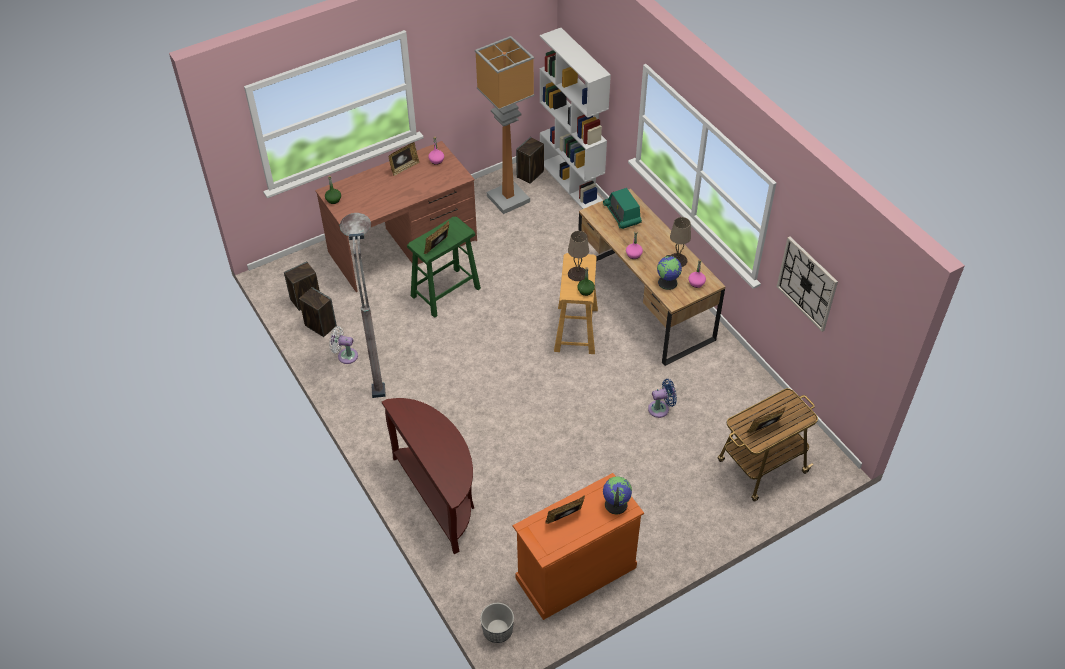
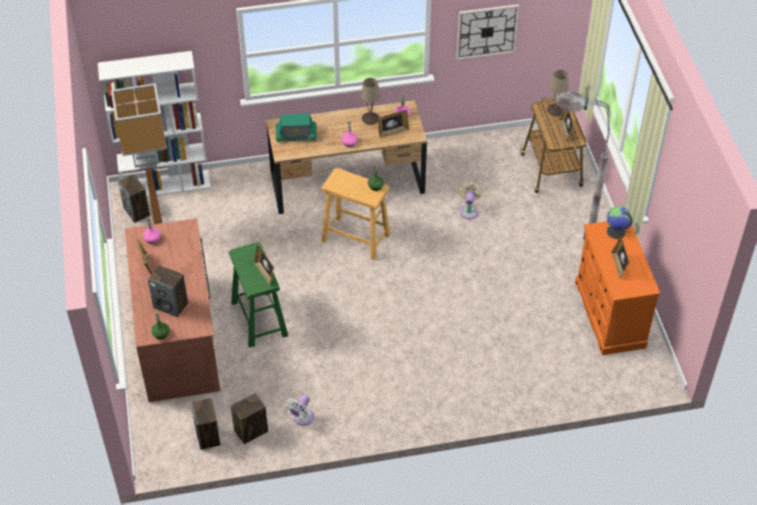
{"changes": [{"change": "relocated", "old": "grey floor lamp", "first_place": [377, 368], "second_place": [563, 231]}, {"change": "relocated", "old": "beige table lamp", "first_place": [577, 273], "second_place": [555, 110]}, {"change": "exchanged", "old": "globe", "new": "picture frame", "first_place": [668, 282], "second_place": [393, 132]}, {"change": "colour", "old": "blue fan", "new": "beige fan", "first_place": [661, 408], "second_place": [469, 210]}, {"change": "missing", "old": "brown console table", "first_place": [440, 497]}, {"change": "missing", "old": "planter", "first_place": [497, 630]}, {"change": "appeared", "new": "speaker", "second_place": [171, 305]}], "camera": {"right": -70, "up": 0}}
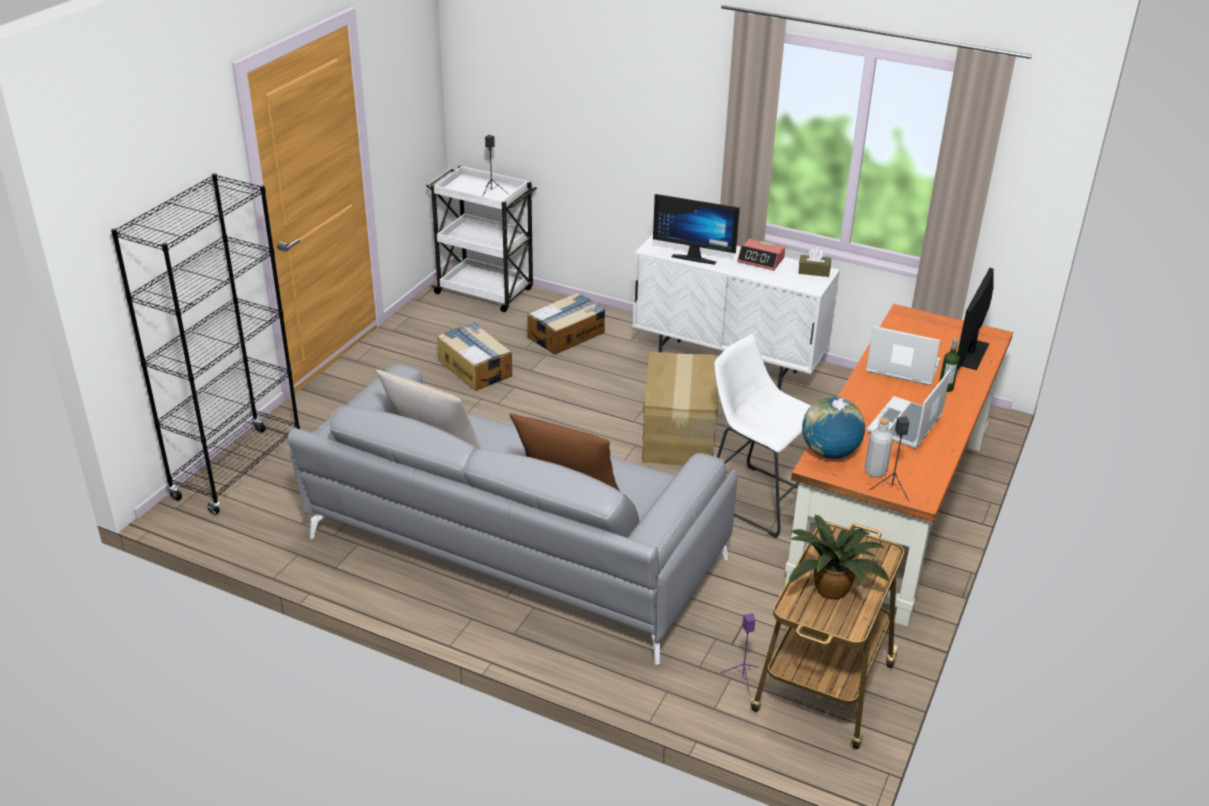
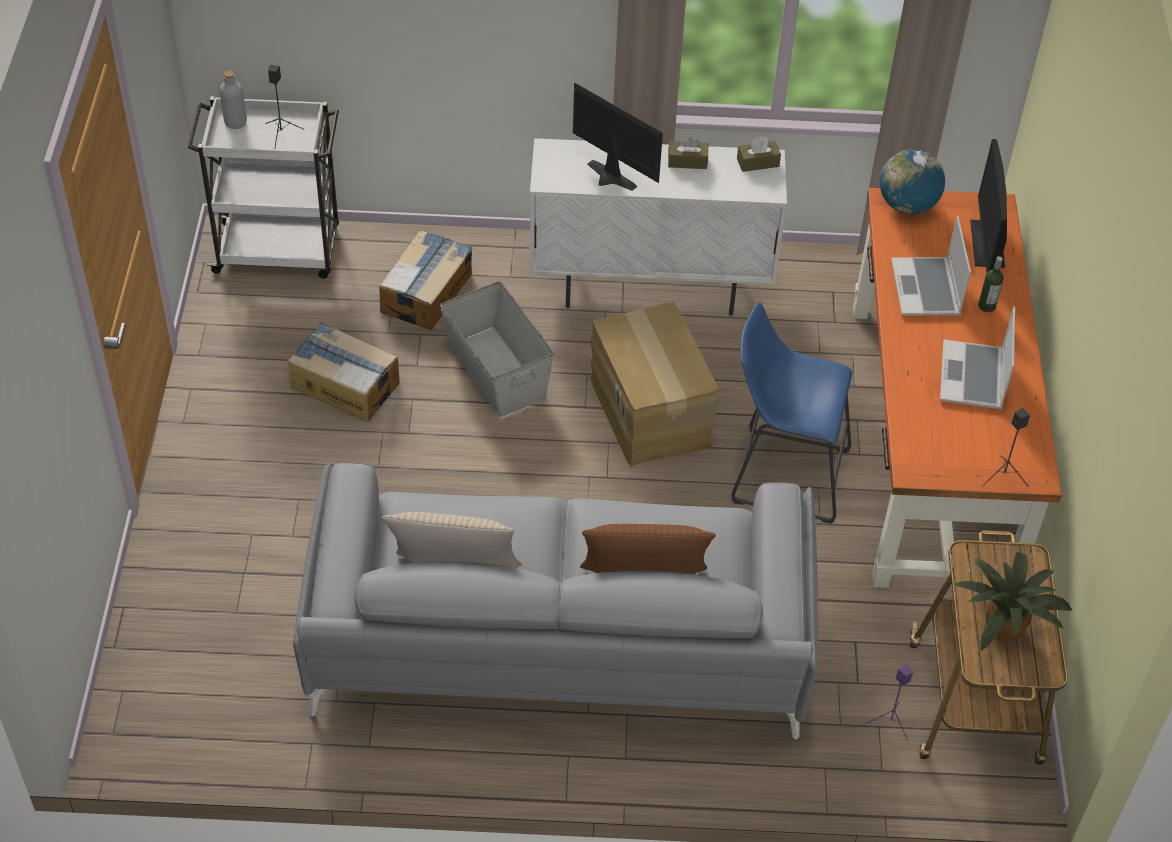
{"changes": [{"change": "missing", "old": "black bookcase", "first_place": [238, 470]}, {"change": "spun", "old": "monitor", "first_place": [695, 257], "second_place": [607, 179], "degrees": -135}, {"change": "exchanged", "old": "alarm clock", "new": "brown tissue box", "first_place": [761, 260], "second_place": [687, 161]}, {"change": "spun", "old": "laptop", "first_place": [901, 367], "second_place": [927, 289], "degrees": -90}, {"change": "colour", "old": "white stool", "new": "blue stool", "first_place": [756, 497], "second_place": [782, 473]}, {"change": "relocated", "old": "globe", "first_place": [829, 452], "second_place": [907, 205]}, {"change": "relocated", "old": "grey bottle", "first_place": [875, 471], "second_place": [235, 123]}, {"change": "appeared", "new": "grey storage box", "second_place": [497, 370]}], "camera": {"right": -25, "up": 15}}
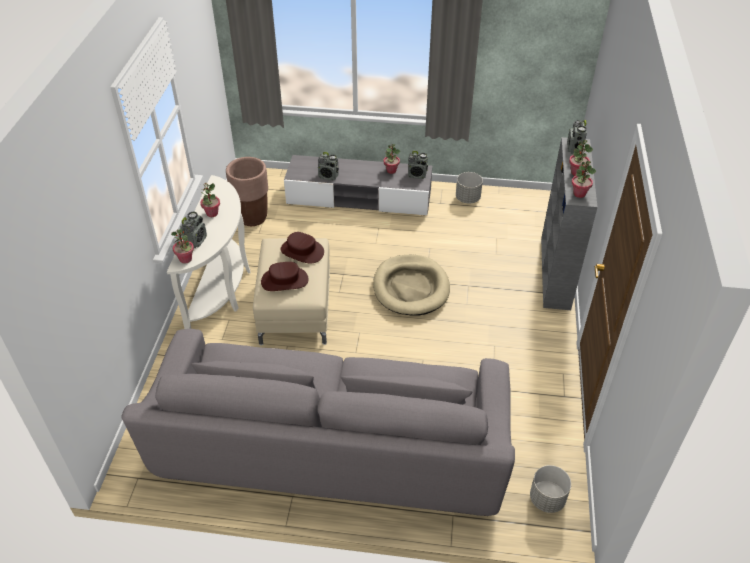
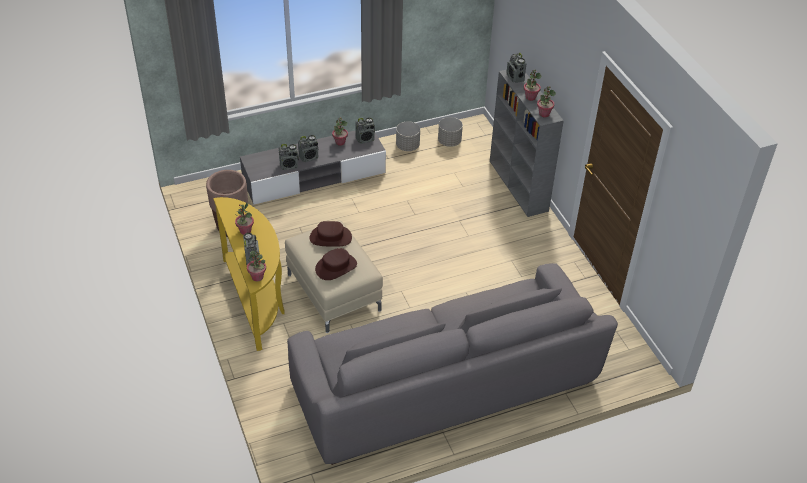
{"changes": [{"change": "colour", "old": "white console table", "new": "yellow console table", "first_place": [223, 289], "second_place": [257, 300]}, {"change": "missing", "old": "beige dog bed", "first_place": [411, 288]}, {"change": "relocated", "old": "grey planter", "first_place": [547, 499], "second_place": [449, 141]}, {"change": "appeared", "new": "radio", "second_place": [309, 157]}], "camera": {"right": -30, "up": 0}}
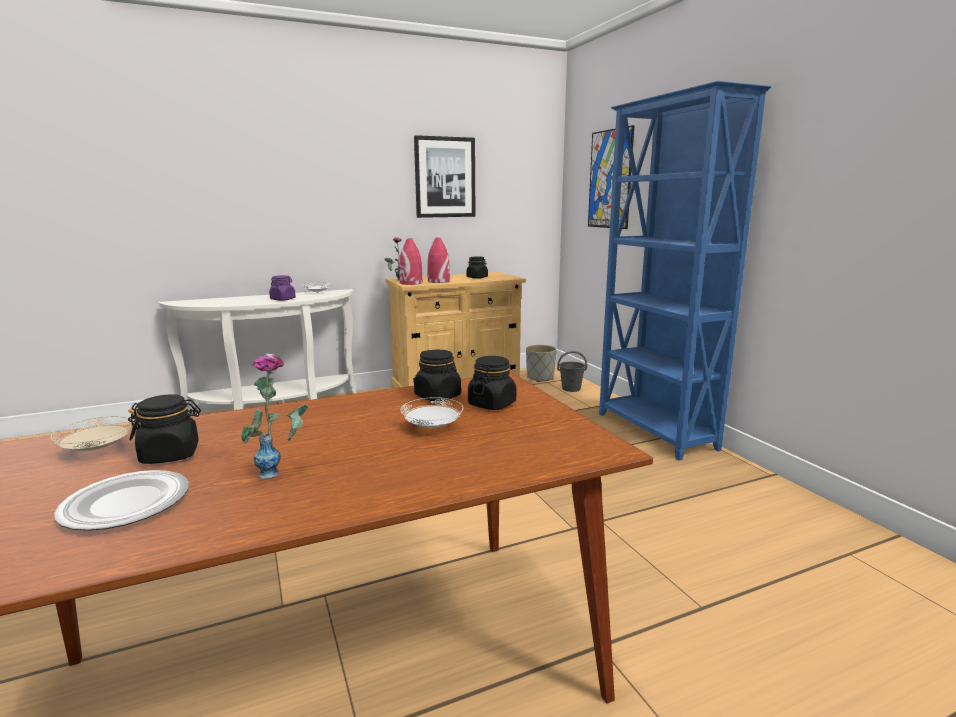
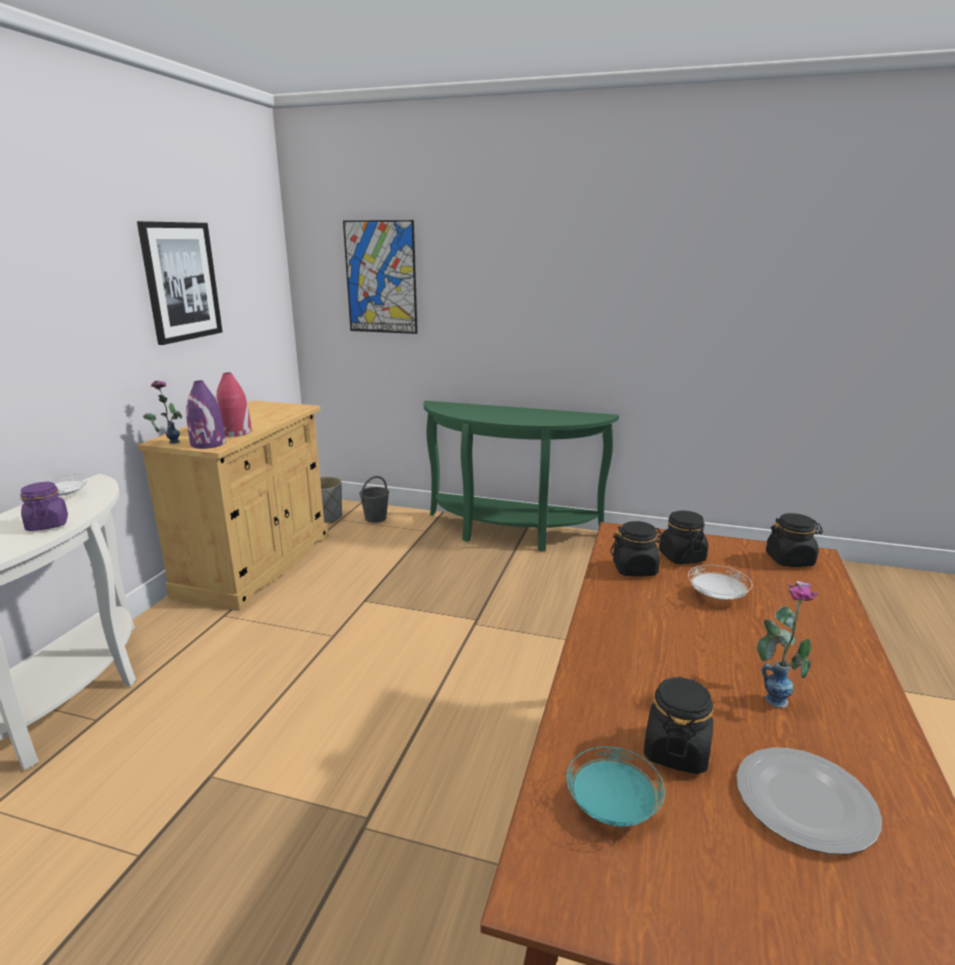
{"changes": [{"change": "exchanged", "old": "blue bookcase", "new": "green console table", "first_place": [655, 432], "second_place": [509, 533]}, {"change": "colour", "old": "red vase", "new": "purple vase", "first_place": [411, 283], "second_place": [208, 444]}, {"change": "relocated", "old": "black jar", "first_place": [477, 277], "second_place": [790, 560]}, {"change": "colour", "old": "beige plate", "new": "turquoise plate", "first_place": [97, 449], "second_place": [611, 806]}], "camera": {"right": -50, "up": 5}}
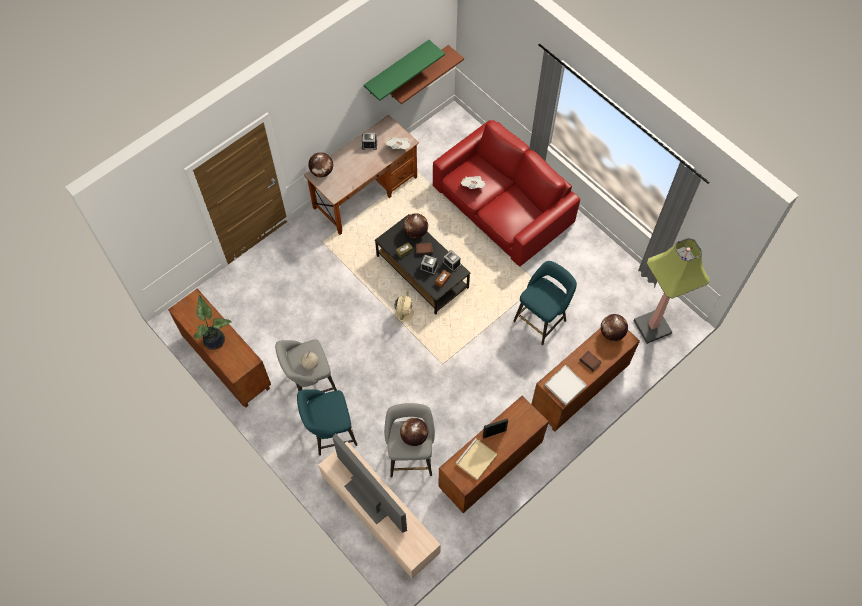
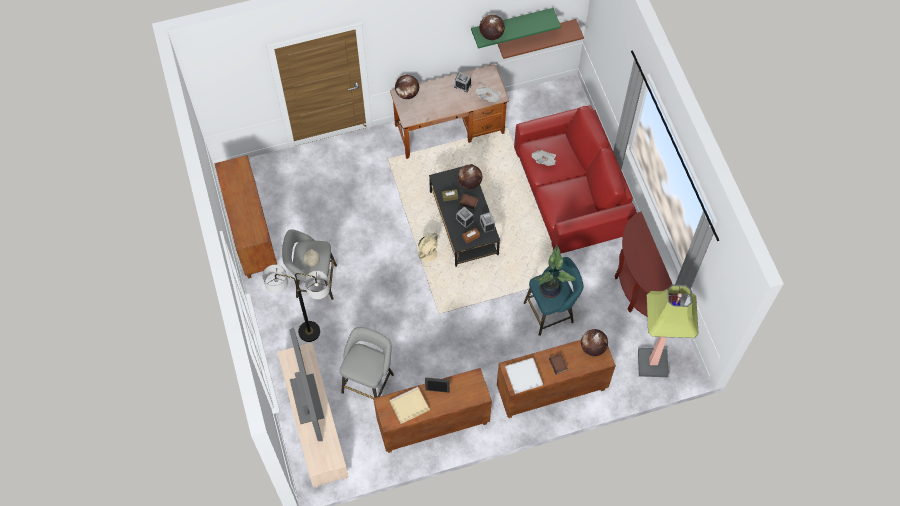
{"changes": [{"change": "relocated", "old": "potted plant", "first_place": [215, 339], "second_place": [551, 288]}, {"change": "exchanged", "old": "turquoise stool", "new": "floor lamp", "first_place": [330, 433], "second_place": [309, 331]}, {"change": "relocated", "old": "globe", "first_place": [414, 436], "second_place": [491, 35]}, {"change": "appeared", "new": "brown console table", "second_place": [637, 289]}], "camera": {"right": 25, "up": 0}}
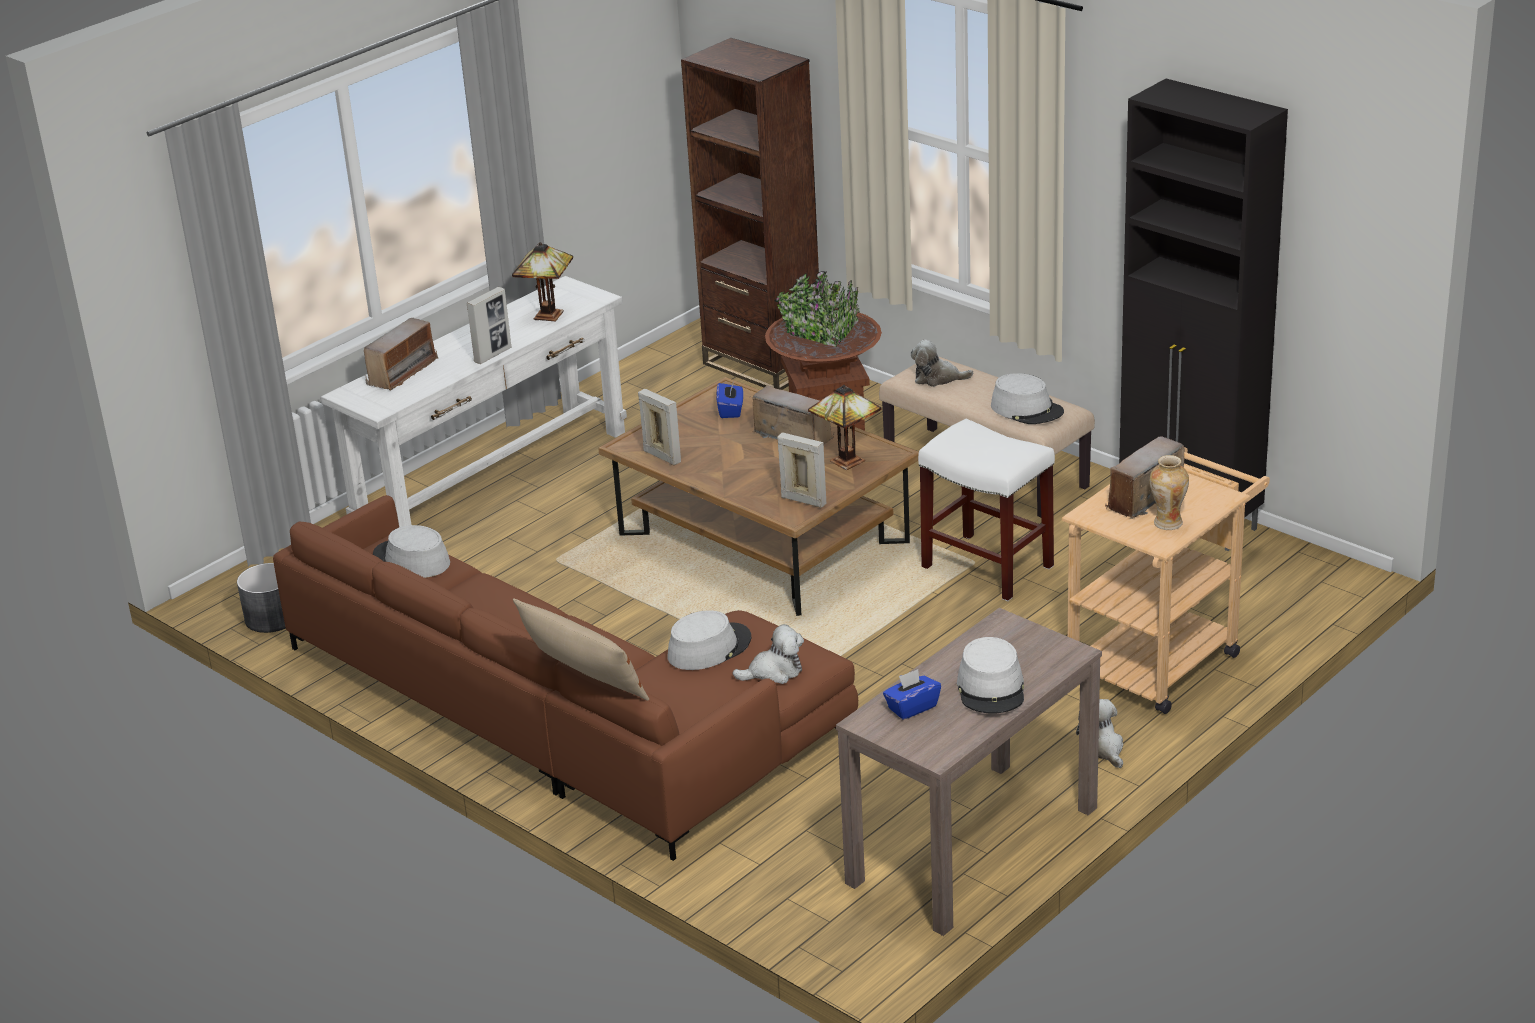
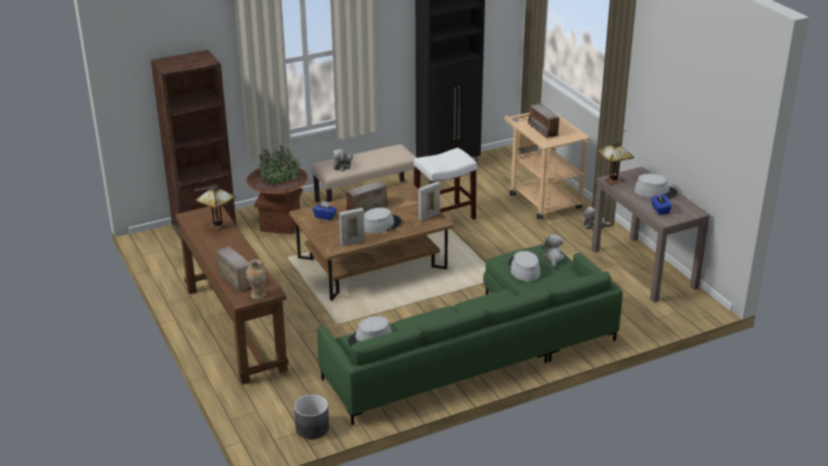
{"changes": [{"change": "colour", "old": "white console table", "new": "brown console table", "first_place": [493, 480], "second_place": [235, 328]}, {"change": "missing", "old": "picture frame", "first_place": [493, 355]}, {"change": "relocated", "old": "grey hat", "first_place": [1027, 409], "second_place": [381, 225]}, {"change": "relocated", "old": "table lamp", "first_place": [844, 461], "second_place": [612, 181]}, {"change": "relocated", "old": "vase", "first_place": [1167, 523], "second_place": [258, 295]}, {"change": "colour", "old": "brown sofa", "new": "green sofa", "first_place": [562, 714], "second_place": [480, 348]}, {"change": "missing", "old": "beige pillow", "first_place": [583, 679]}], "camera": {"right": -70, "up": 0}}
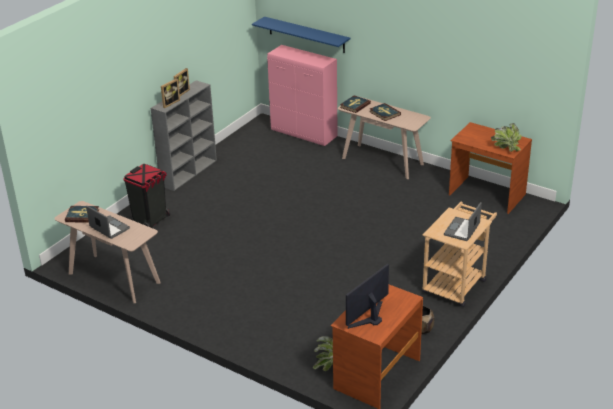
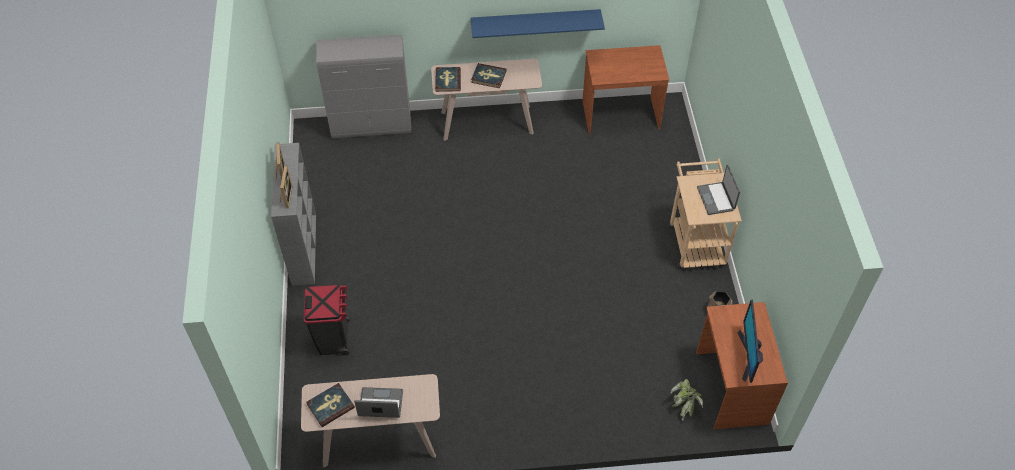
{"changes": [{"change": "relocated", "old": "blue shelf", "first_place": [306, 35], "second_place": [535, 21]}, {"change": "colour", "old": "pink cabinet", "new": "grey cabinet", "first_place": [304, 134], "second_place": [372, 126]}, {"change": "missing", "old": "potted plant", "first_place": [506, 148]}], "camera": {"right": -40, "up": 20}}
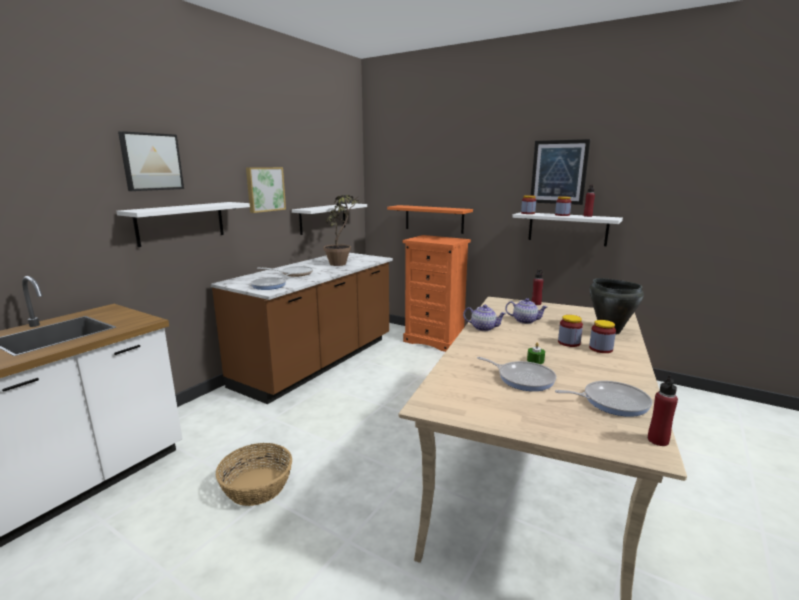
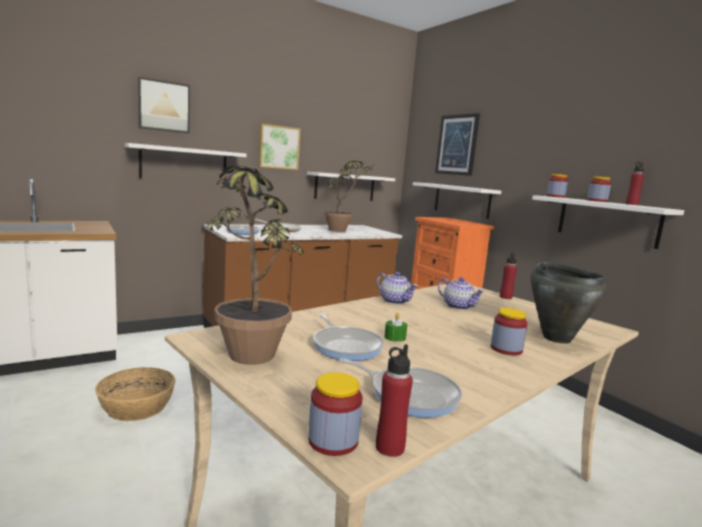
{"changes": [{"change": "relocated", "old": "picture", "first_place": [559, 172], "second_place": [457, 145]}, {"change": "colour", "old": "orange shelf", "new": "white shelf", "first_place": [434, 219], "second_place": [461, 200]}, {"change": "relocated", "old": "jar", "first_place": [569, 343], "second_place": [333, 440]}, {"change": "appeared", "new": "potted plant", "second_place": [246, 349]}], "camera": {"right": 25, "up": -5}}
